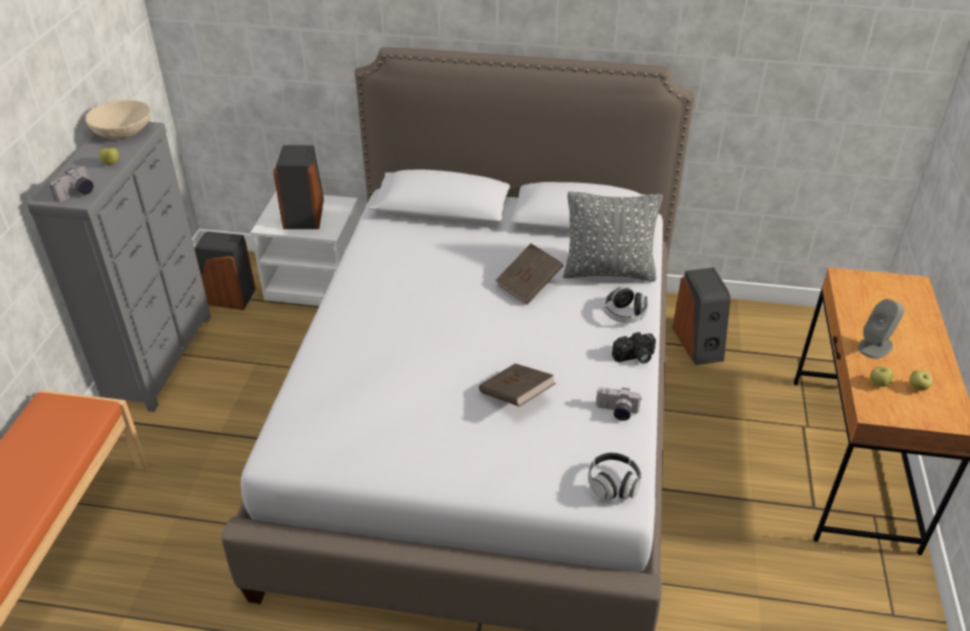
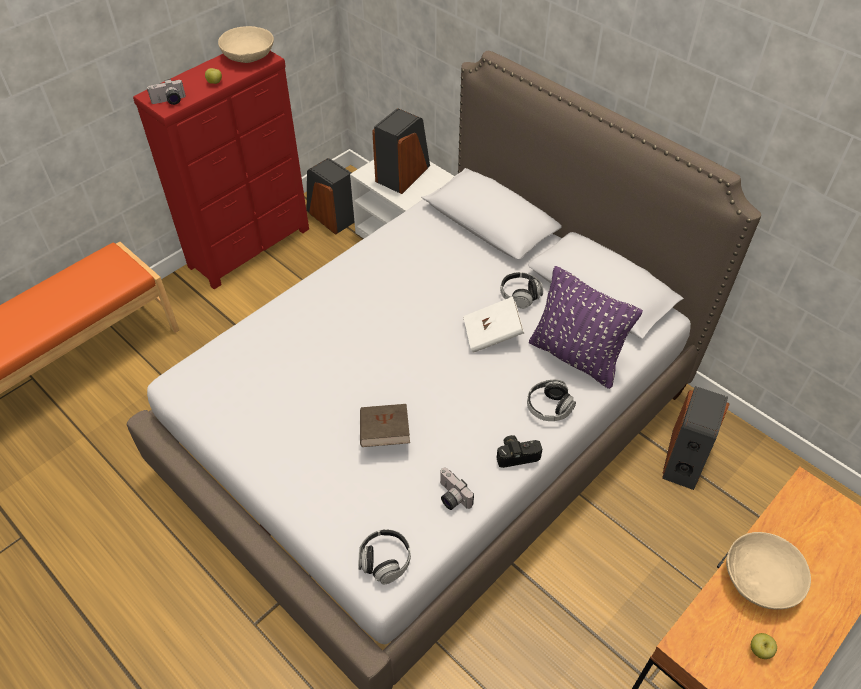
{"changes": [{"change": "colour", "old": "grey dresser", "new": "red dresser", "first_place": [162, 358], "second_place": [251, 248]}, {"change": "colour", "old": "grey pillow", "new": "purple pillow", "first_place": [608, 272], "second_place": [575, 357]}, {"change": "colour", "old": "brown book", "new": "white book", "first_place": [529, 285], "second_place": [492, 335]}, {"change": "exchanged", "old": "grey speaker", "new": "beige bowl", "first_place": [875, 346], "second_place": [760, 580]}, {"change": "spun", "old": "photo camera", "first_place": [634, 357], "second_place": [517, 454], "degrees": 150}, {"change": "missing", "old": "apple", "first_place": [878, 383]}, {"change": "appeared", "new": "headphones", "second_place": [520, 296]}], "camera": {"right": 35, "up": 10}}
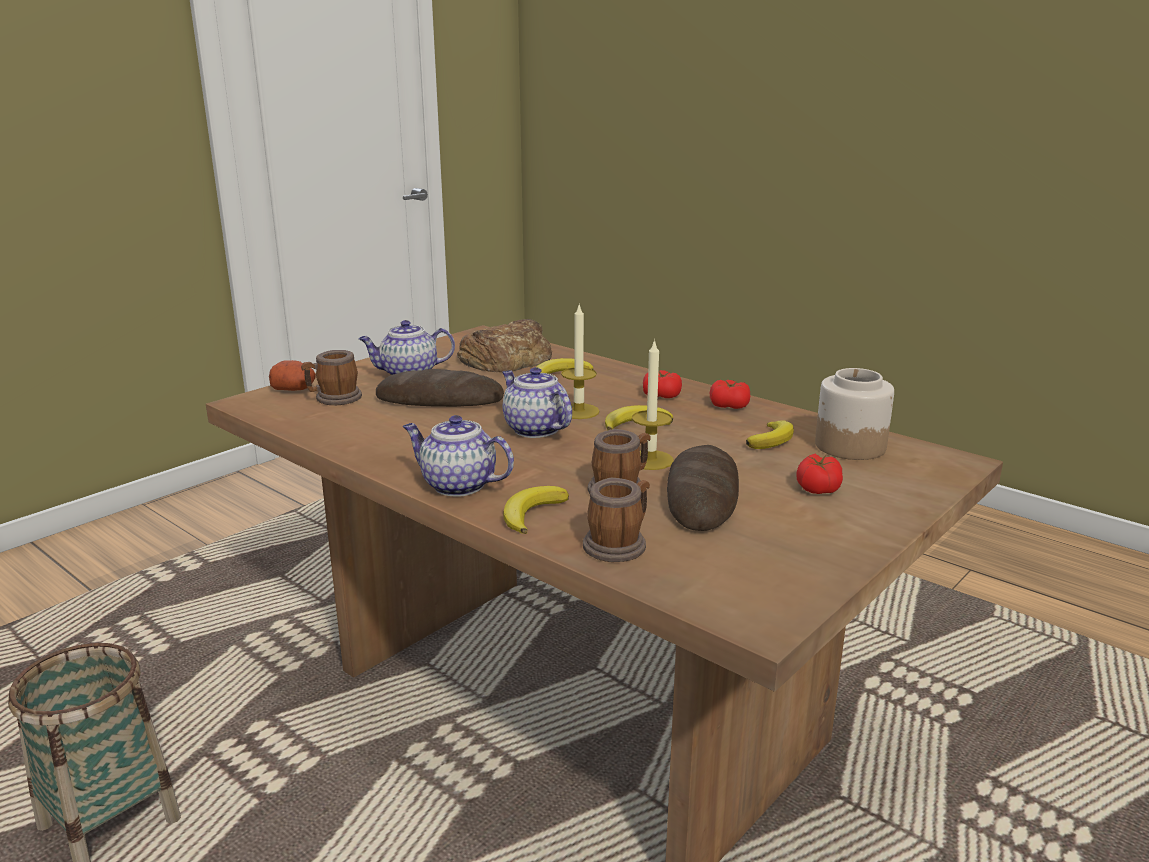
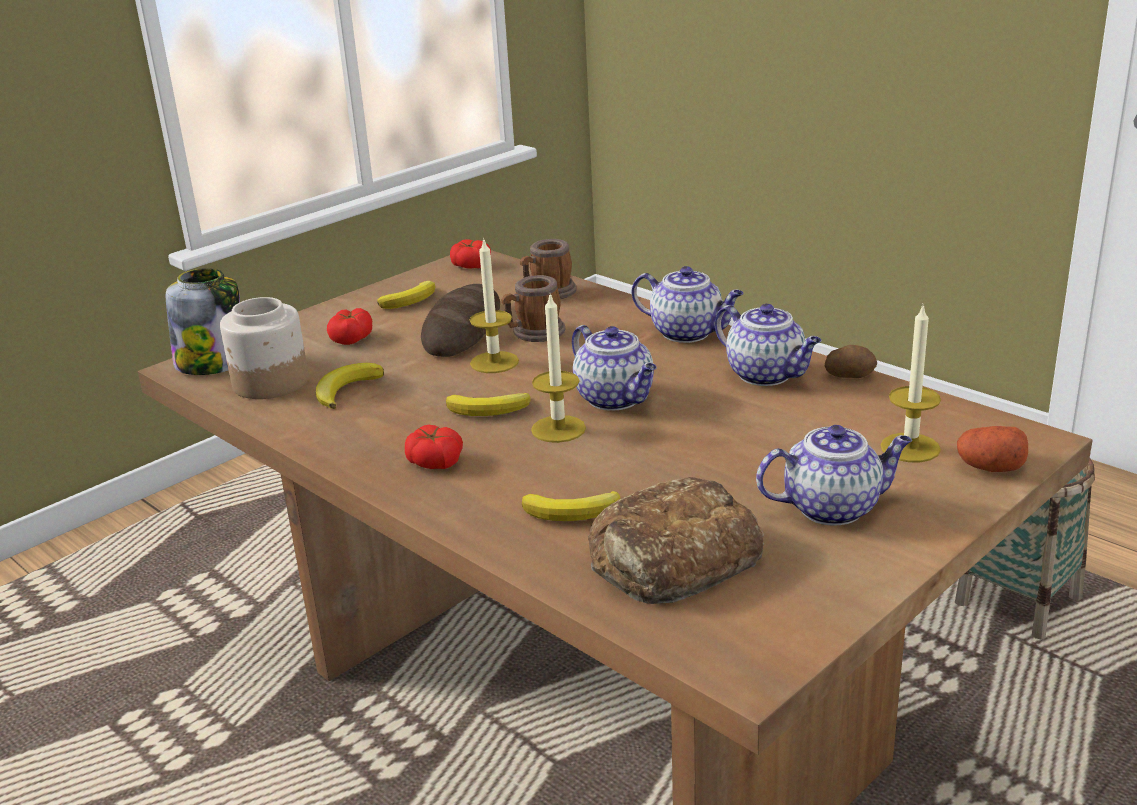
{"changes": [{"change": "exchanged", "old": "mug", "new": "candle", "first_place": [333, 399], "second_place": [910, 448]}, {"change": "missing", "old": "bread", "first_place": [440, 399]}, {"change": "relocated", "old": "tomato", "first_place": [729, 405], "second_place": [471, 266]}, {"change": "relocated", "old": "banana", "first_place": [532, 513], "second_place": [411, 299]}, {"change": "appeared", "new": "jar", "second_place": [212, 363]}, {"change": "appeared", "new": "teapot", "second_place": [767, 375]}, {"change": "appeared", "new": "potato", "second_place": [849, 375]}], "camera": {"right": -175, "up": 5}}
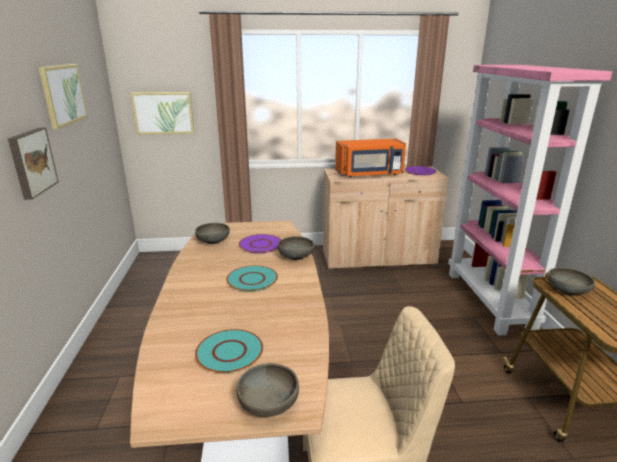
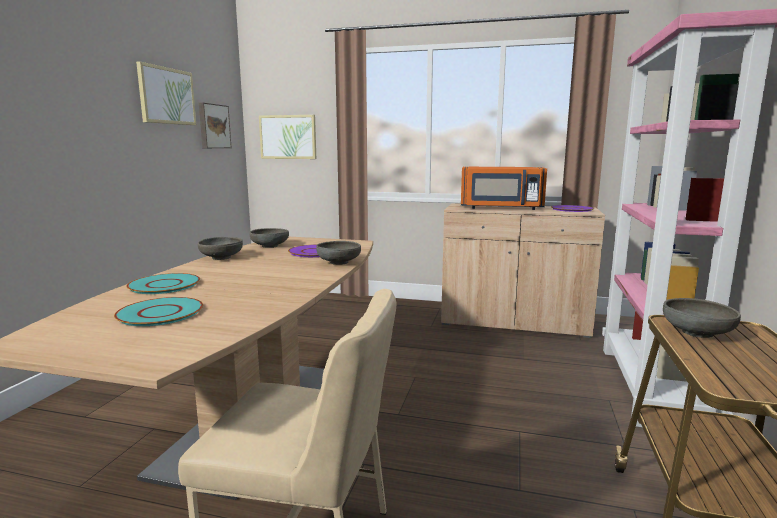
{"changes": [{"change": "relocated", "old": "picture", "first_place": [31, 162], "second_place": [213, 126]}, {"change": "relocated", "old": "turquoise plate", "first_place": [252, 279], "second_place": [164, 285]}, {"change": "relocated", "old": "grey bowl", "first_place": [269, 403], "second_place": [221, 257]}], "camera": {"right": 20, "up": -10}}
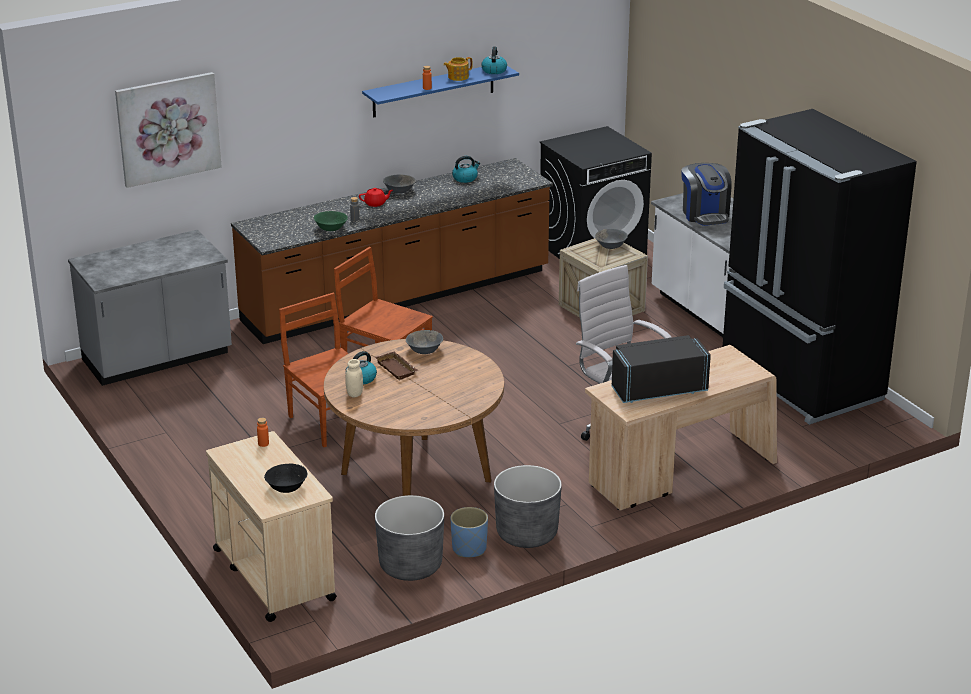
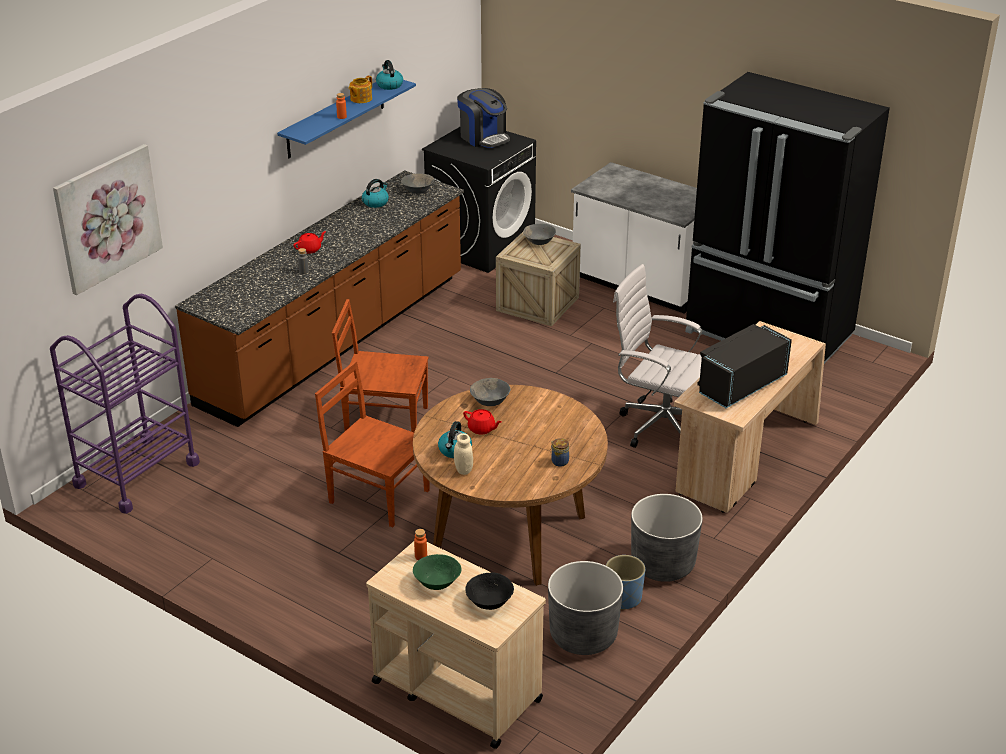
{"changes": [{"change": "relocated", "old": "coffee machine", "first_place": [705, 214], "second_place": [483, 137]}, {"change": "relocated", "old": "grey bowl", "first_place": [399, 191], "second_place": [418, 191]}, {"change": "relocated", "old": "green bowl", "first_place": [331, 228], "second_place": [437, 582]}, {"change": "exchanged", "old": "grey counter", "new": "purple cart", "first_place": [157, 359], "second_place": [136, 474]}, {"change": "exchanged", "old": "brown tray", "new": "red teapot", "first_place": [398, 369], "second_place": [482, 429]}, {"change": "appeared", "new": "jar", "second_place": [559, 461]}], "camera": {"right": -25, "up": 5}}
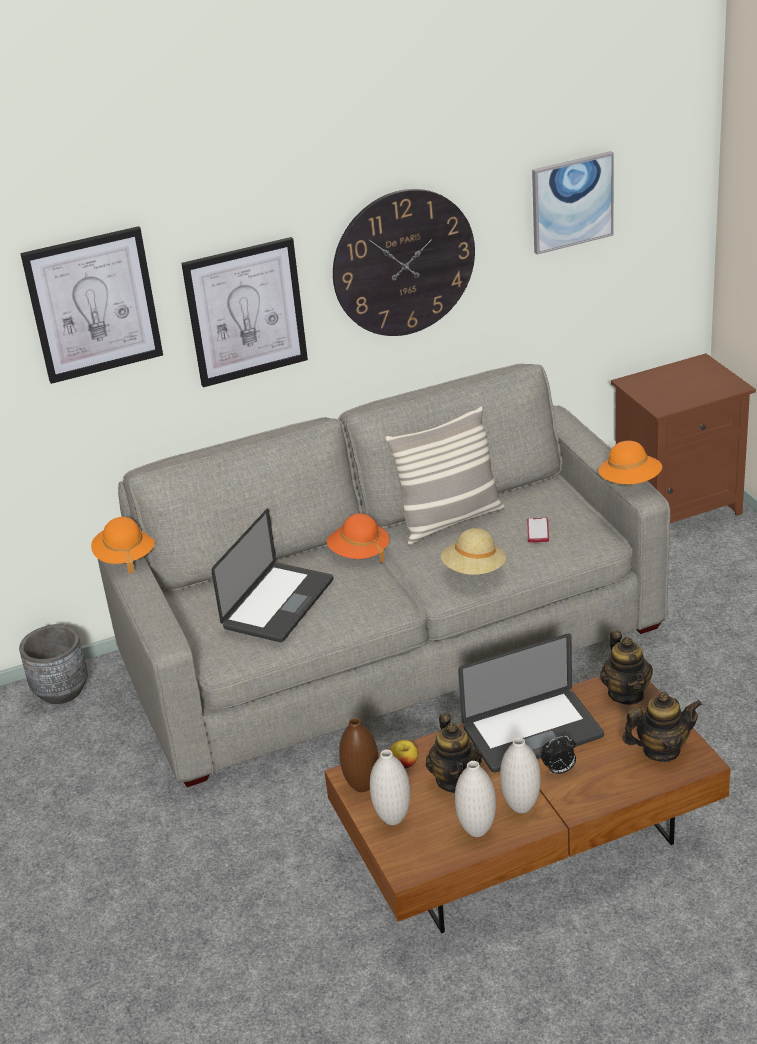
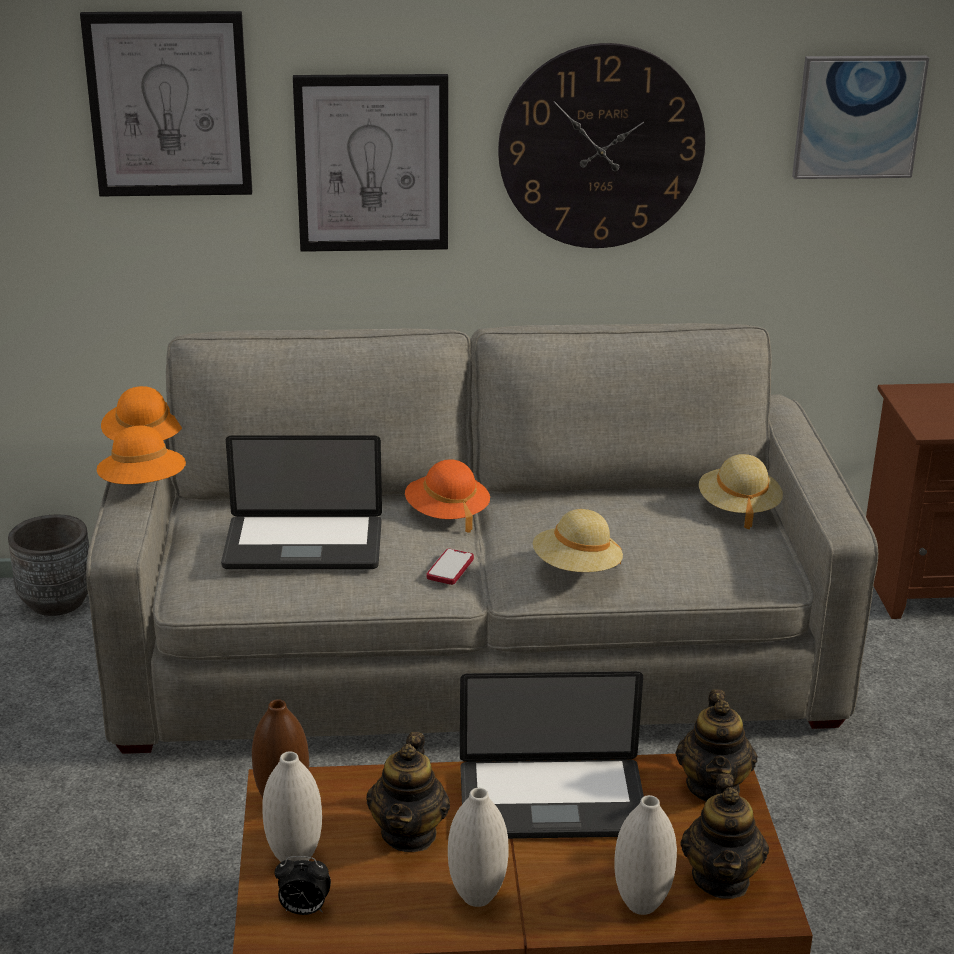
{"changes": [{"change": "missing", "old": "pillow", "first_place": [450, 521]}, {"change": "relocated", "old": "orange hat", "first_place": [630, 482], "second_place": [143, 485]}, {"change": "spun", "old": "laptop", "first_place": [278, 604], "second_place": [303, 546], "degrees": 45}, {"change": "relocated", "old": "phone", "first_place": [538, 531], "second_place": [450, 568]}, {"change": "spun", "old": "teapot", "first_place": [661, 750], "second_place": [721, 879], "degrees": 90}, {"change": "relocated", "old": "alarm clock", "first_place": [559, 770], "second_place": [303, 910]}, {"change": "missing", "old": "apple", "first_place": [405, 763]}, {"change": "relocated", "old": "white vase", "first_place": [477, 830], "second_place": [641, 904]}, {"change": "appeared", "new": "beige hat", "second_place": [738, 508]}], "camera": {"right": 15, "up": -5}}
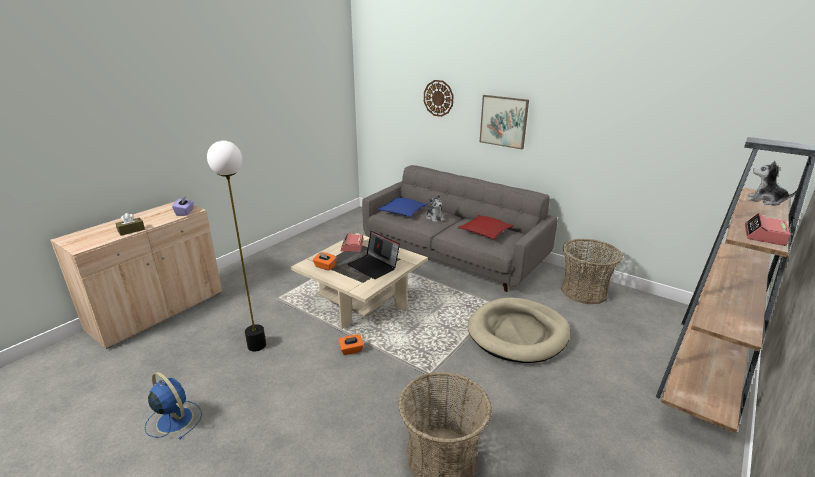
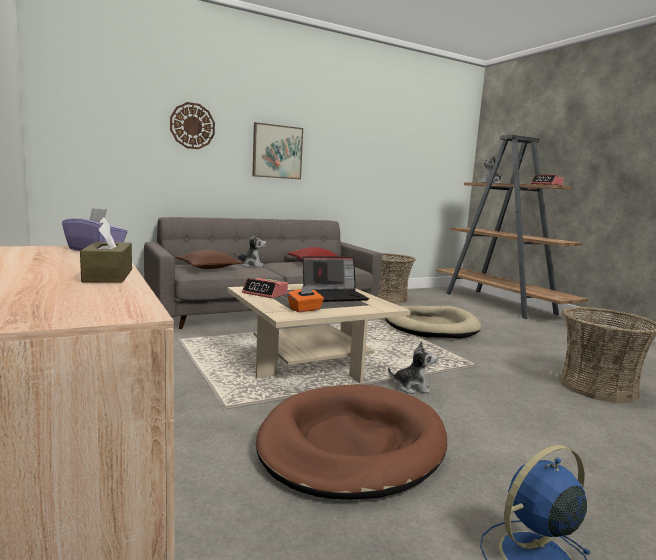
{"changes": [{"change": "exchanged", "old": "floor lamp", "new": "brown dog bed", "first_place": [256, 345], "second_place": [351, 445]}, {"change": "colour", "old": "blue pillow", "new": "brown pillow", "first_place": [402, 212], "second_place": [208, 268]}, {"change": "exchanged", "old": "orange tissue box", "new": "plush toy", "first_place": [351, 350], "second_place": [412, 388]}], "camera": {"right": -65, "up": -15}}
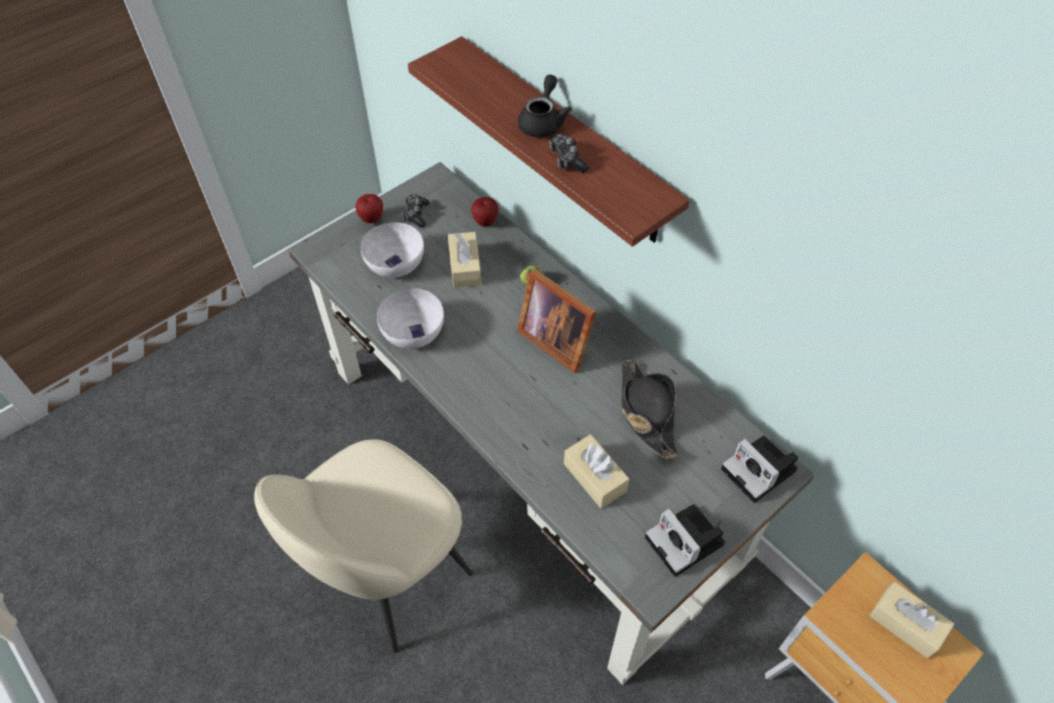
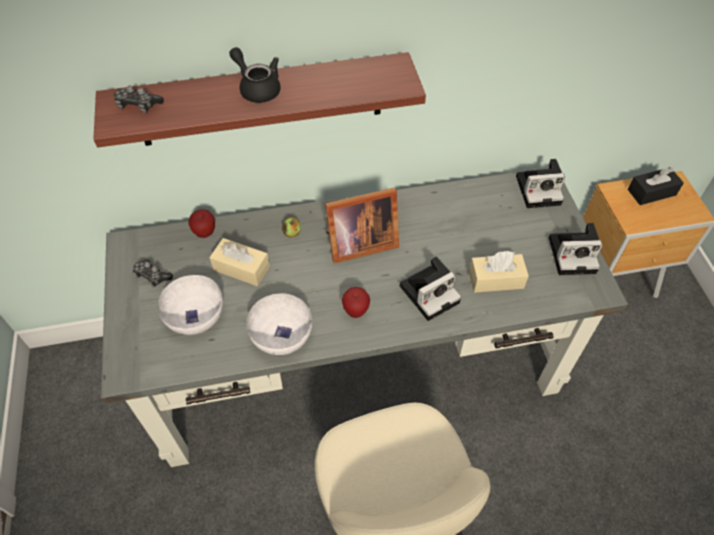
{"changes": [{"change": "relocated", "old": "game controller", "first_place": [567, 159], "second_place": [138, 105]}, {"change": "relocated", "old": "apple", "first_place": [371, 219], "second_place": [356, 311]}, {"change": "missing", "old": "black hat", "first_place": [646, 412]}, {"change": "colour", "old": "beige tissue box", "new": "black tissue box", "first_place": [906, 624], "second_place": [651, 192]}, {"change": "appeared", "new": "photo camera", "second_place": [430, 292]}], "camera": {"right": -60, "up": 0}}
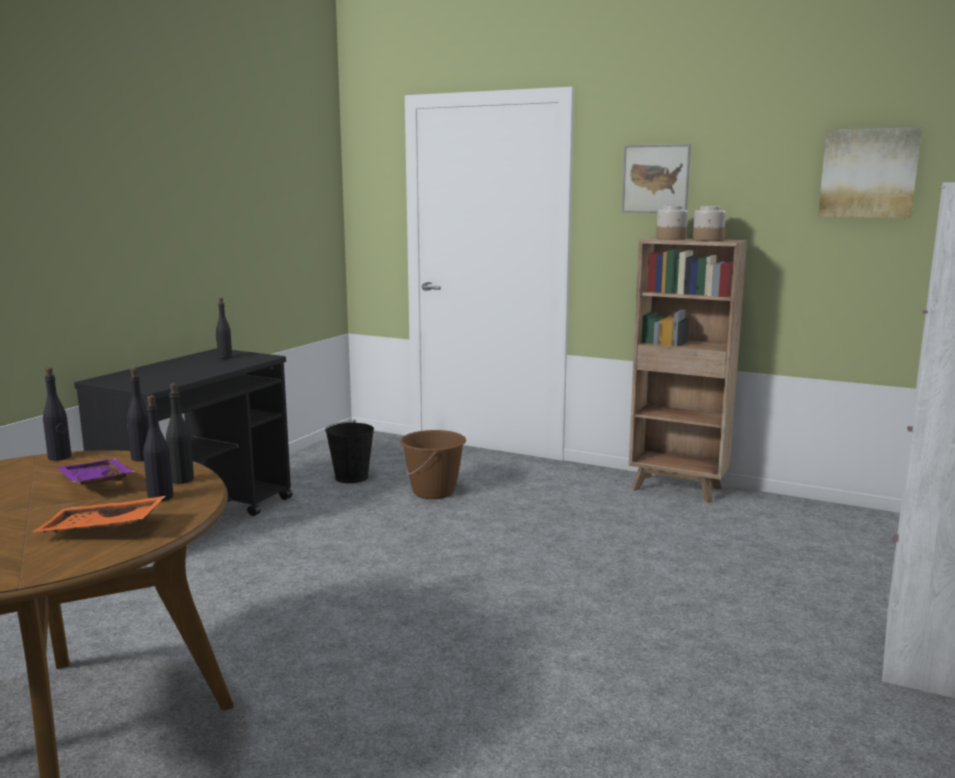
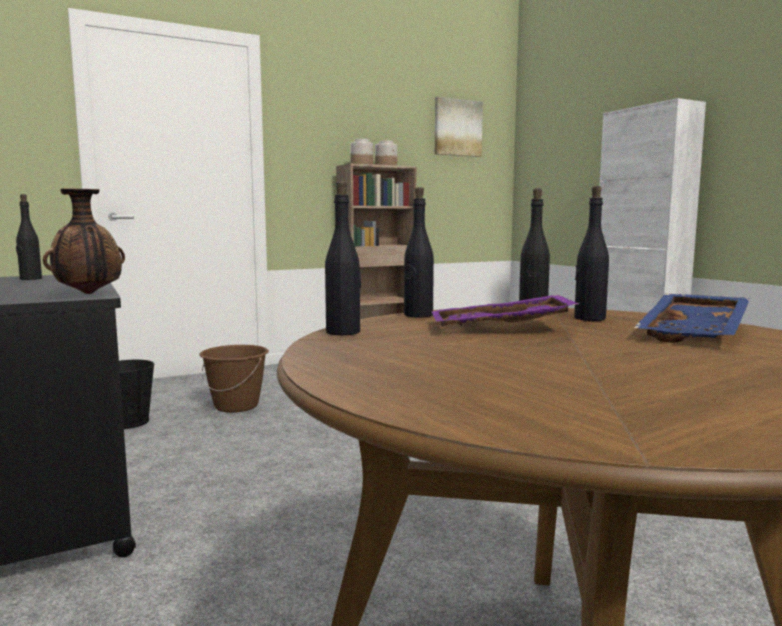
{"changes": [{"change": "missing", "old": "picture", "first_place": [655, 179]}, {"change": "colour", "old": "orange tray", "new": "blue tray", "first_place": [102, 530], "second_place": [696, 334]}, {"change": "appeared", "new": "vase", "second_place": [89, 294]}], "camera": {"right": -55, "up": -5}}
